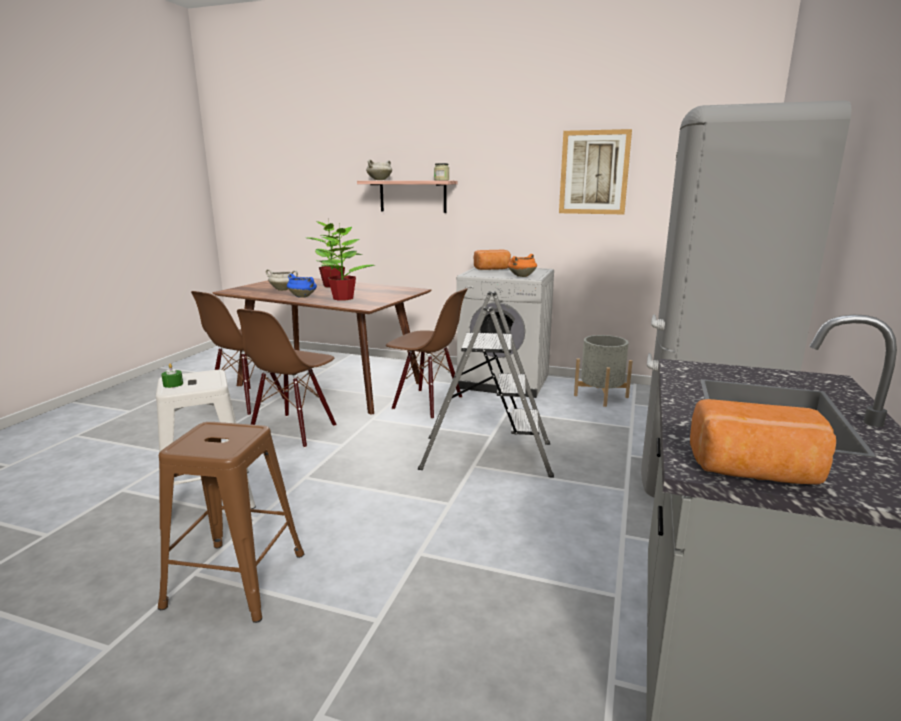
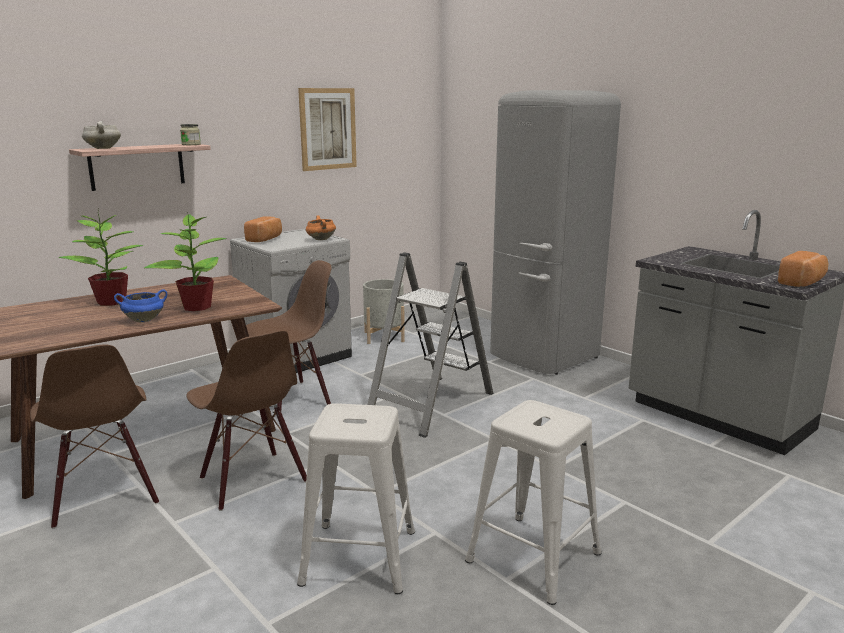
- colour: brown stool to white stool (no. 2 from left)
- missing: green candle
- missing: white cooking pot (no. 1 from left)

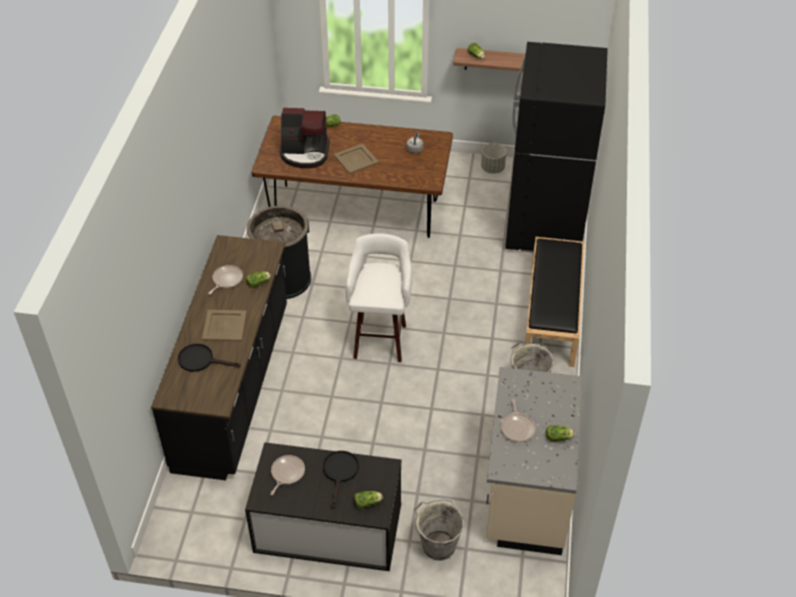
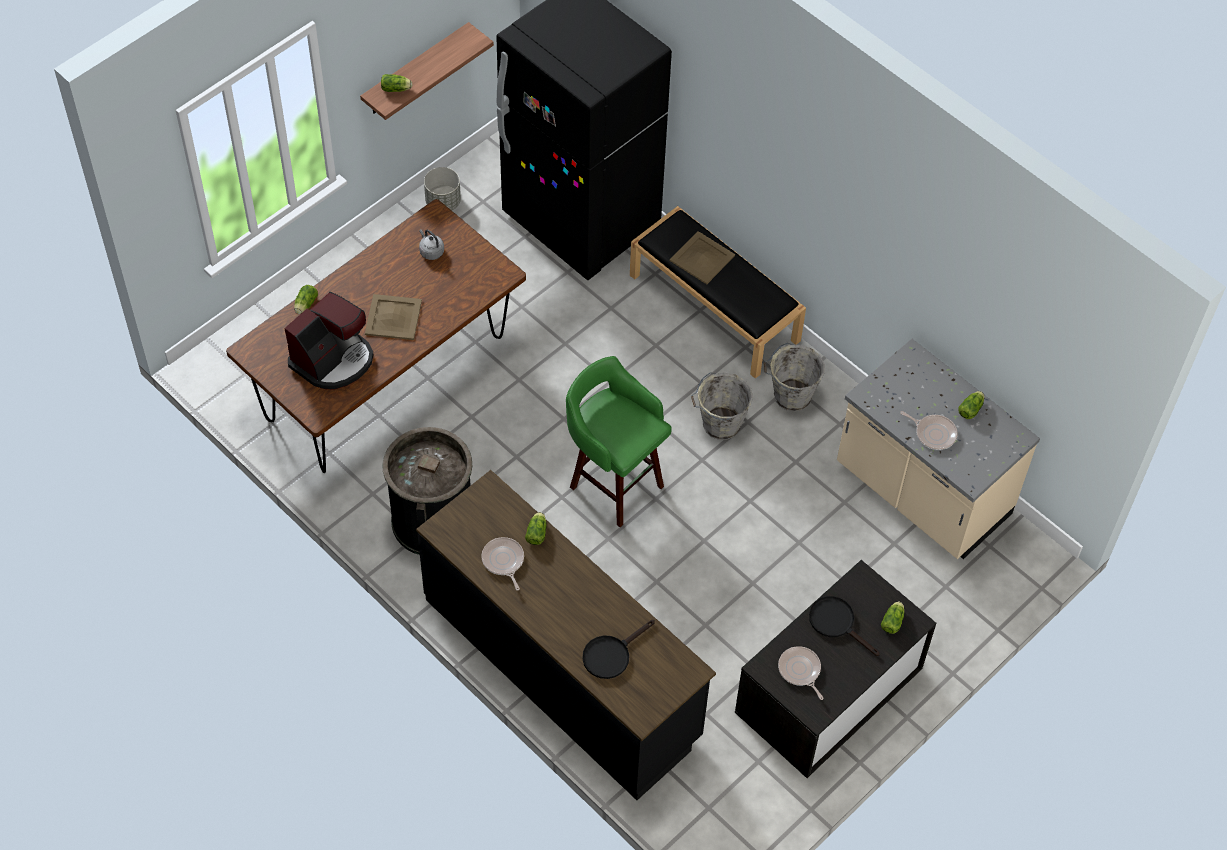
- colour: white stool to green stool
- relocated: beige tray (no. 1 from left in the first image) to beige tray (no. 2 from left)
- relocated: grey bucket (no. 1 from left)

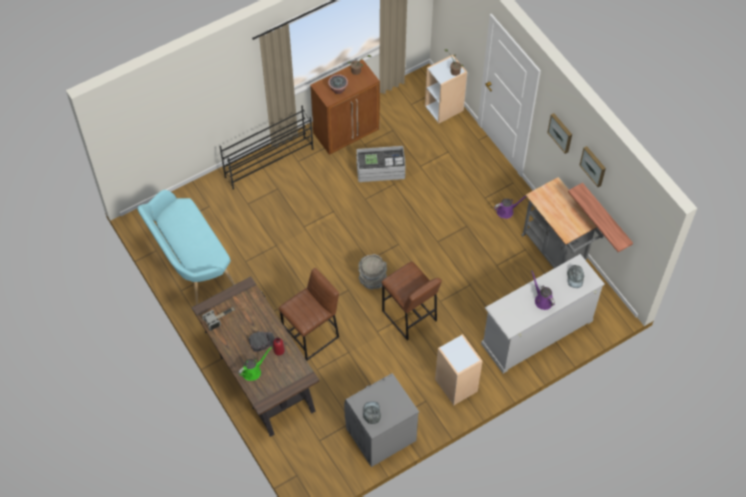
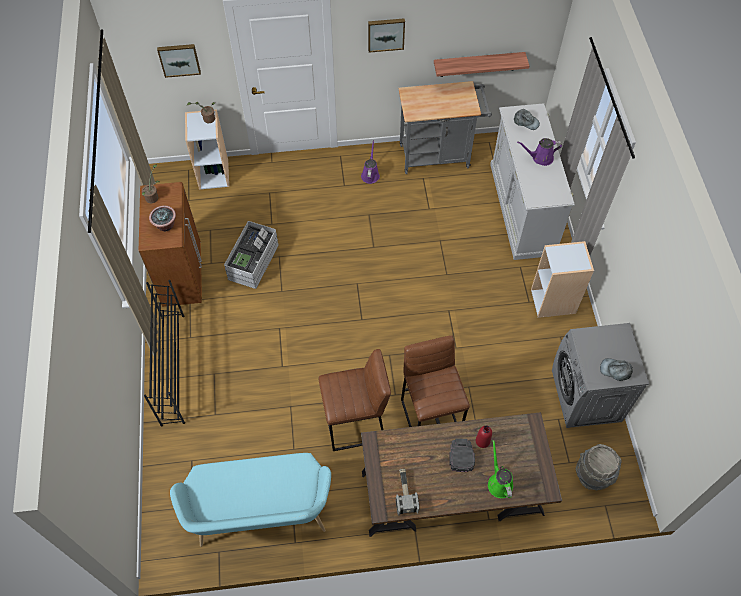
- relocated: picture (no. 2 from left in the first image) to picture (no. 1 from left)
- relocated: brown stool (no. 2 from left in the first image) to brown stool (no. 1 from left)
- relocated: grey bucket

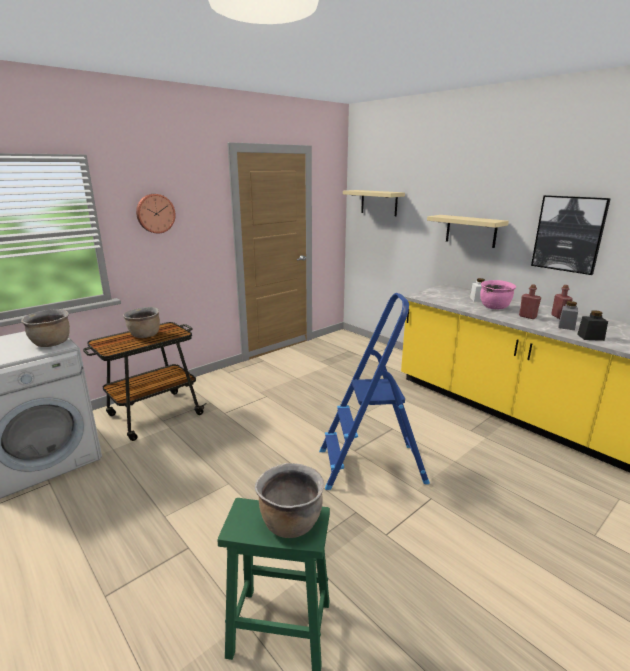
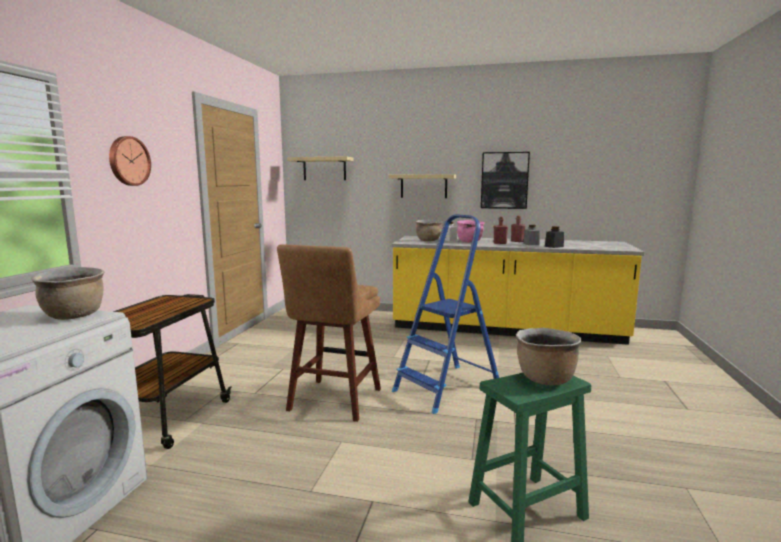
- appeared: brown stool
- relocated: brown cooking pot (no. 2 from left)

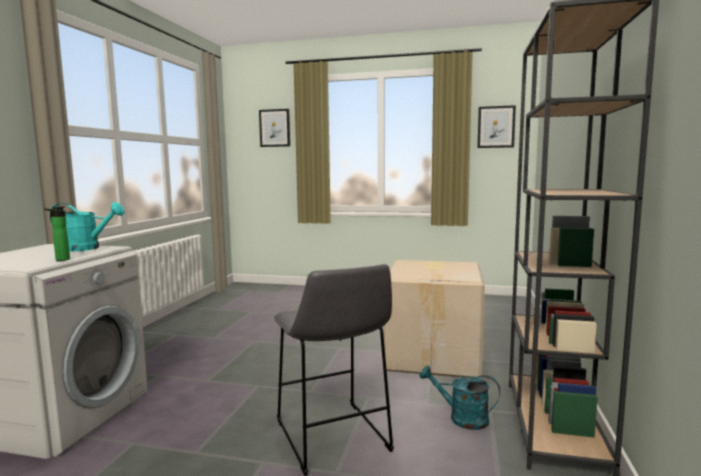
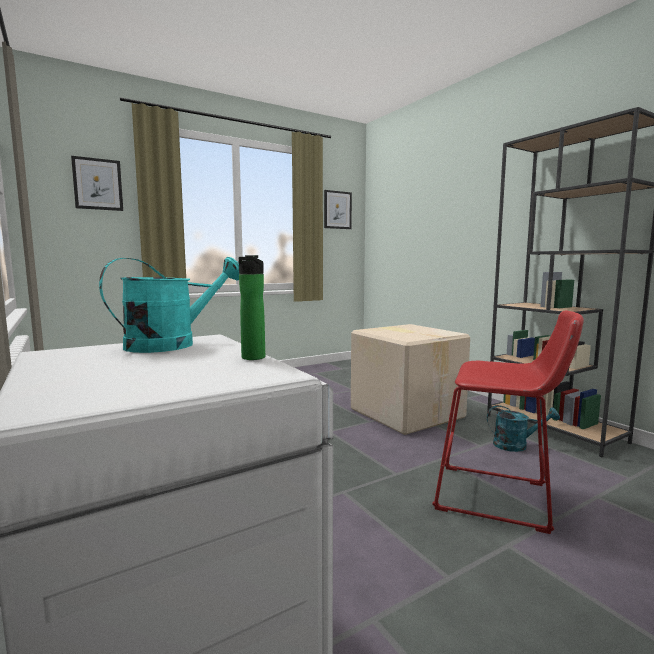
- colour: grey stool to red stool
- spun: turquoise watering can (no. 2 from left) 150 degrees counterclockwise

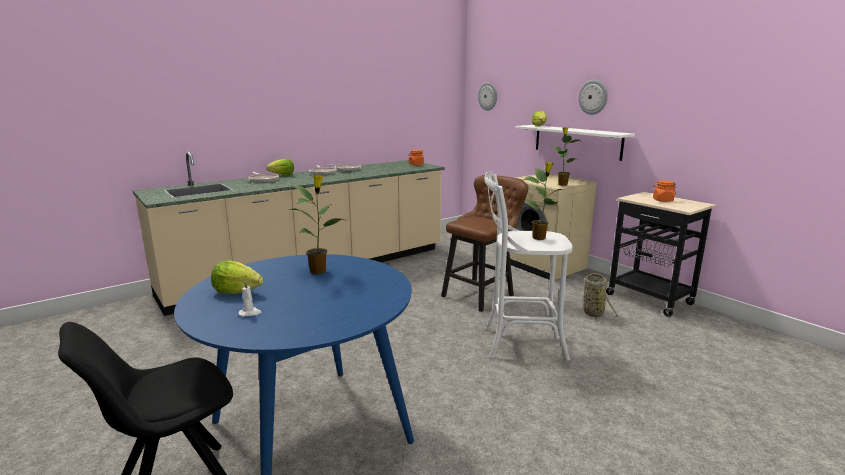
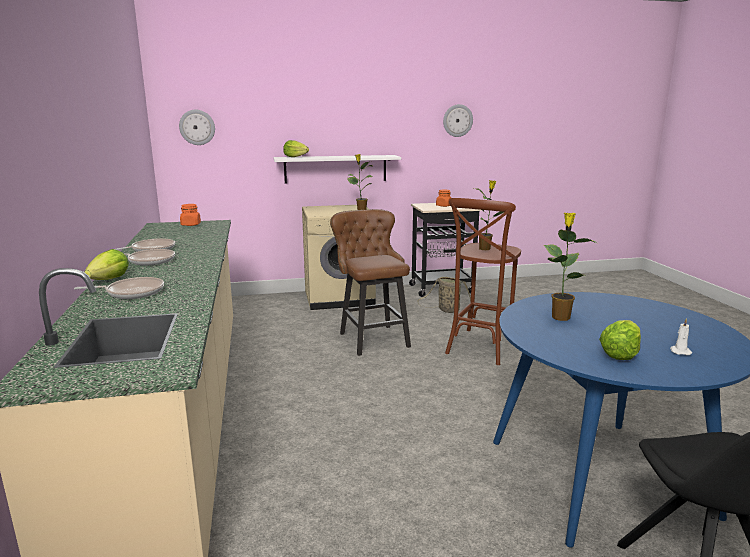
- relocated: wall clock (no. 2 from left)
- colour: white stool to brown stool (no. 2 from left)

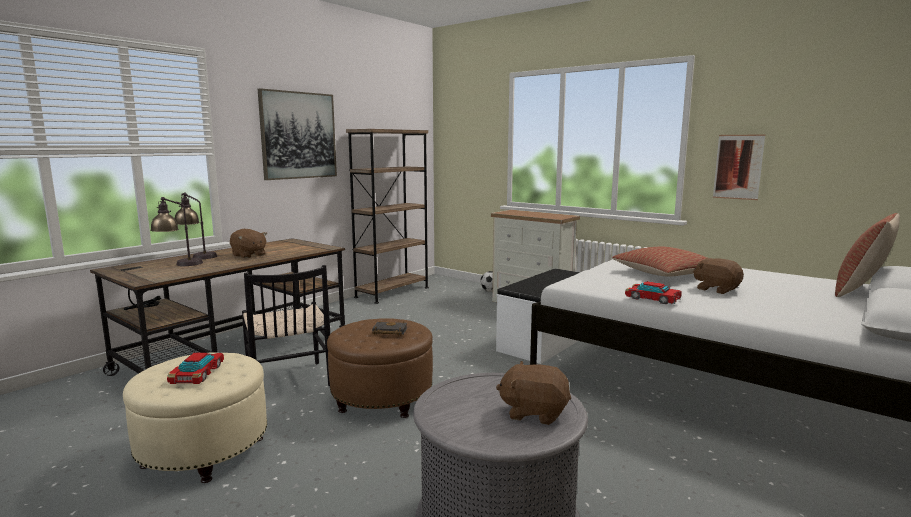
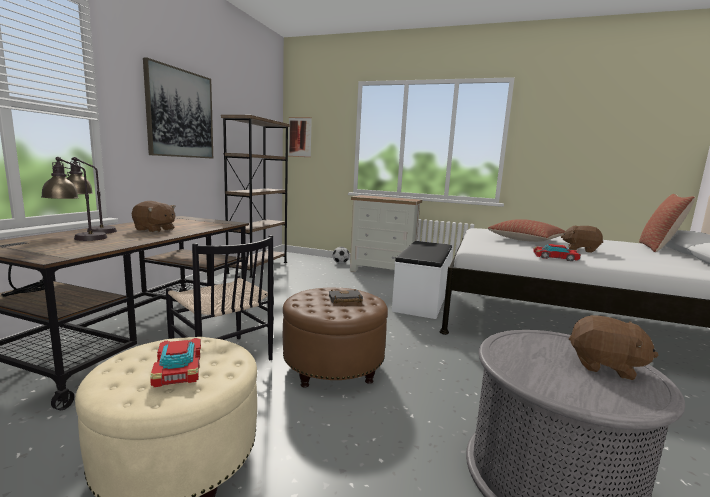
- relocated: picture (no. 2 from left)
- spun: brown plush toy (no. 2 from left in the first image) 150 degrees counterclockwise

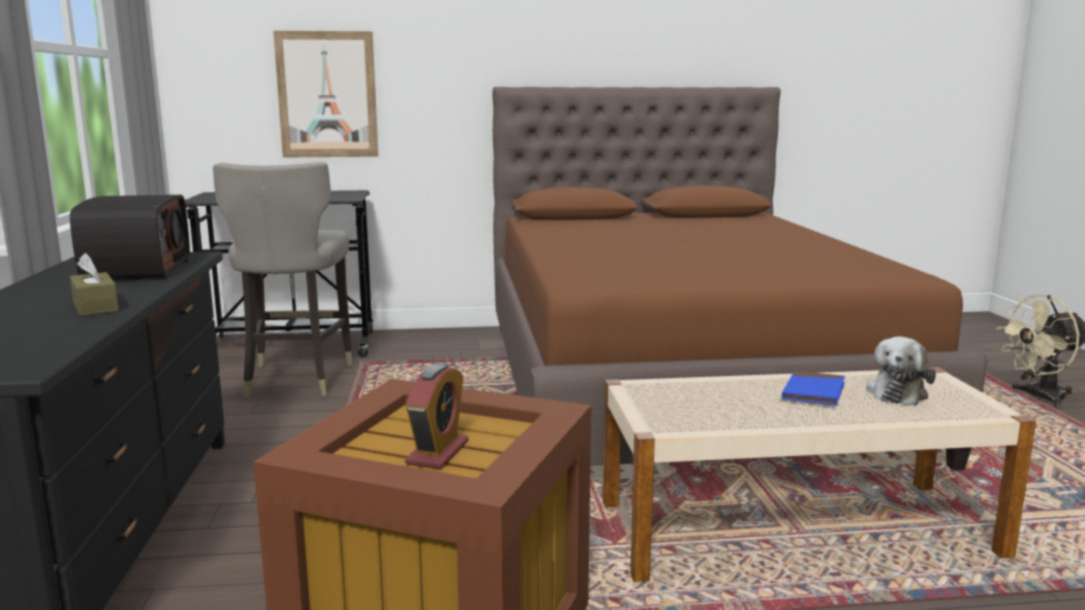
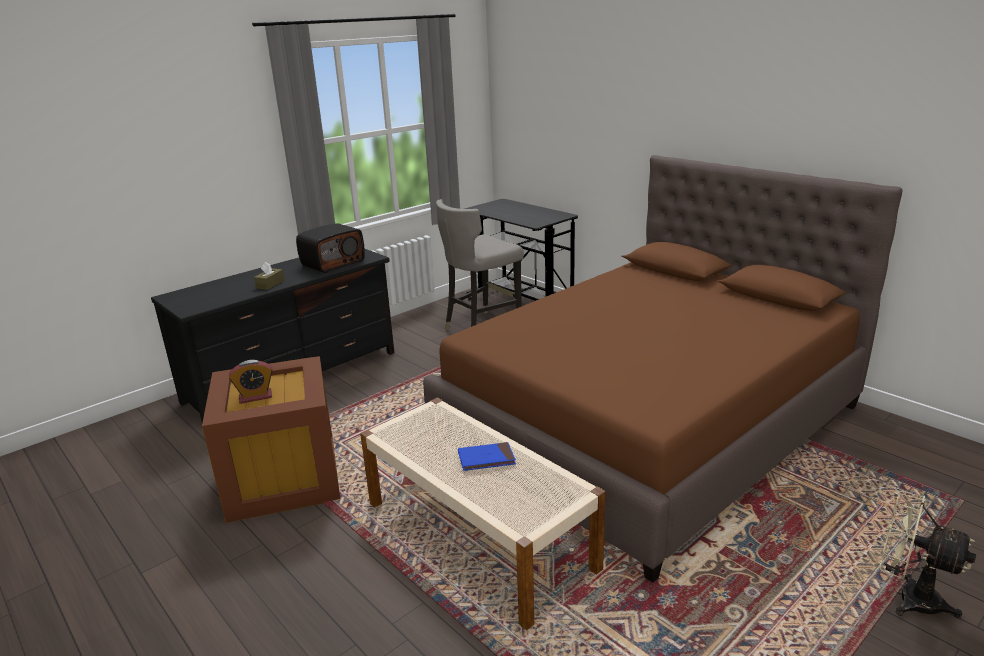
- missing: picture
- missing: plush toy

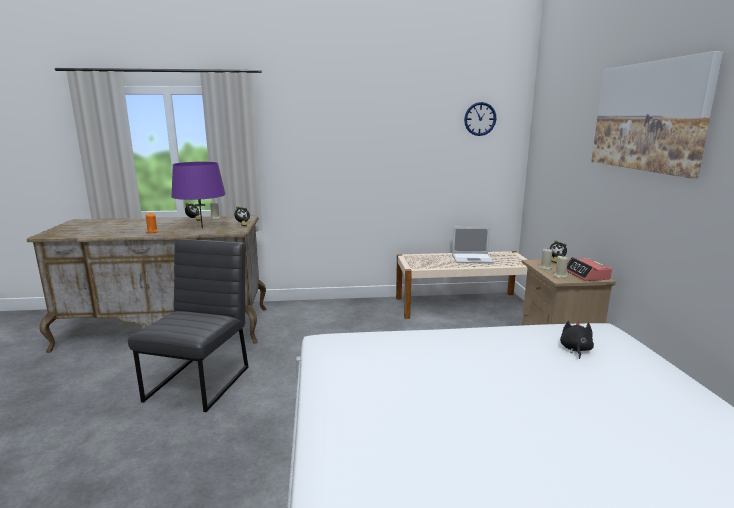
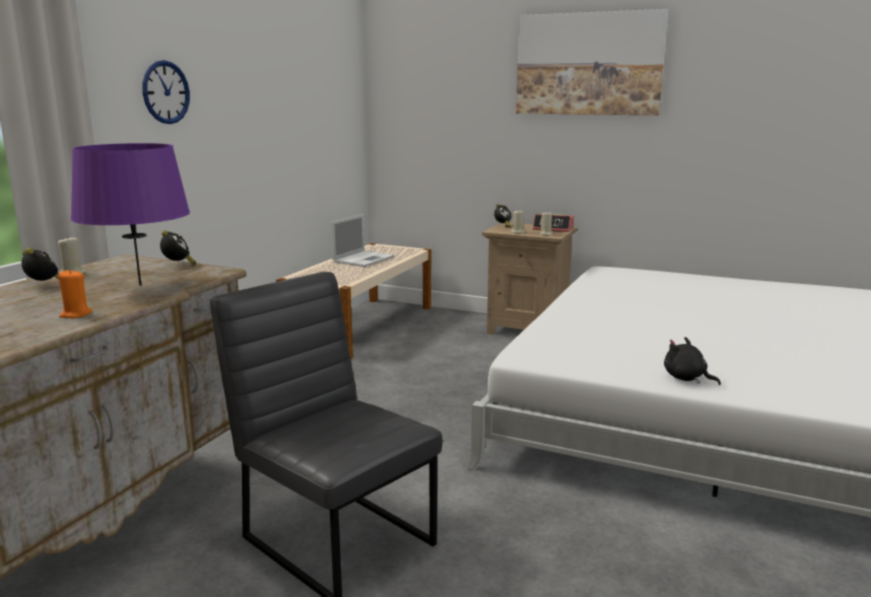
- relocated: wall clock
- relocated: black plush toy

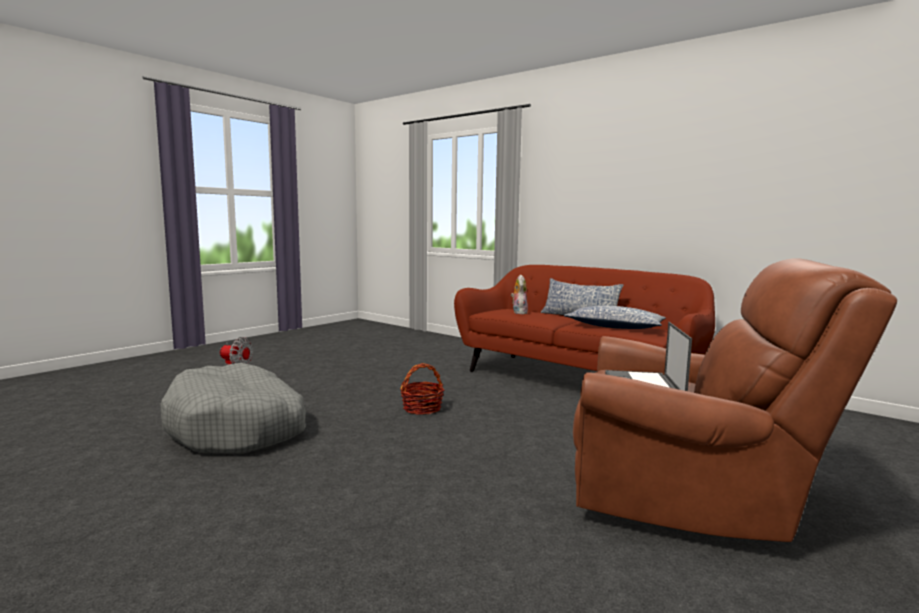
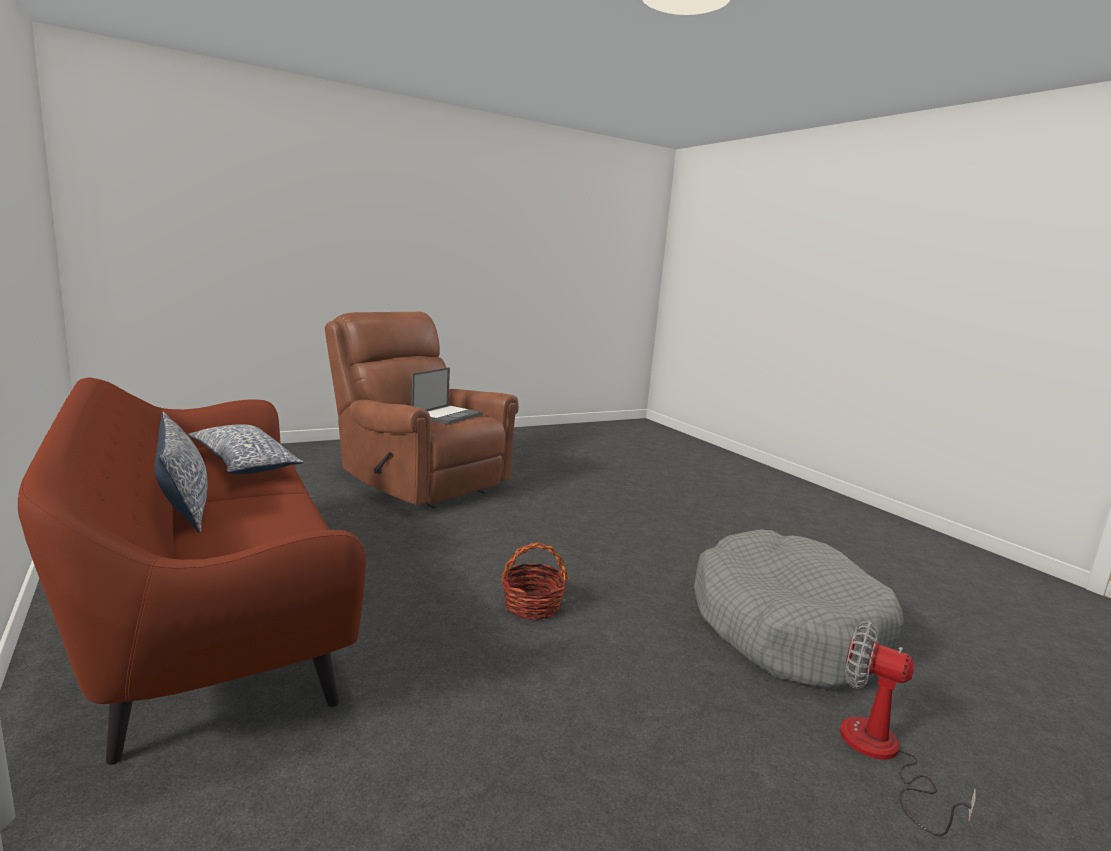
- missing: plush toy

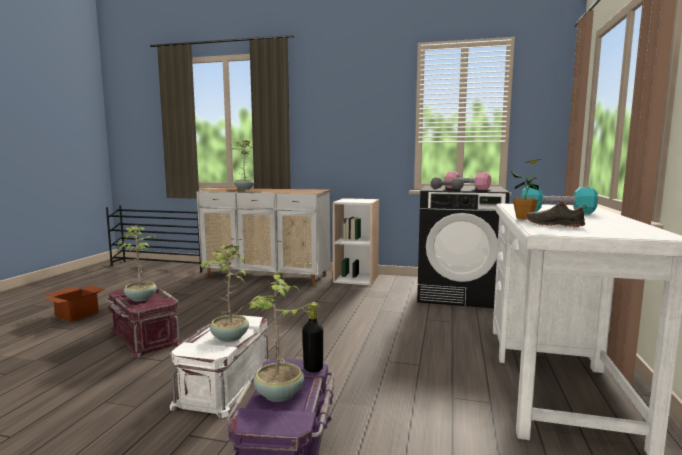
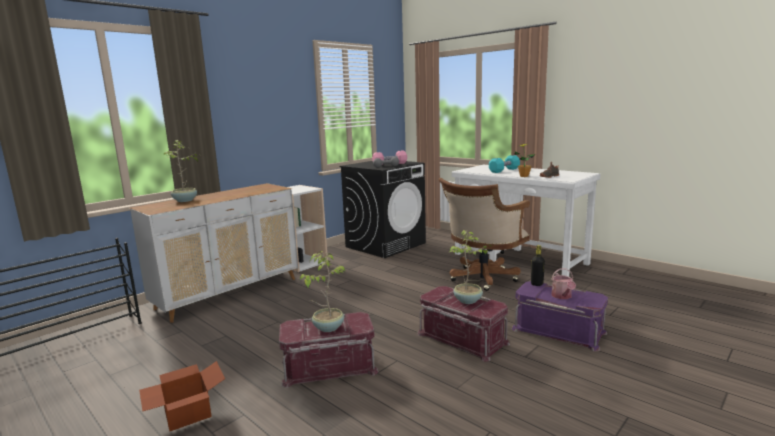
- colour: white storage box to red storage box (no. 2 from left)
- appeared: office chair
- exchanged: potted plant (no. 4 from left) to watering can

